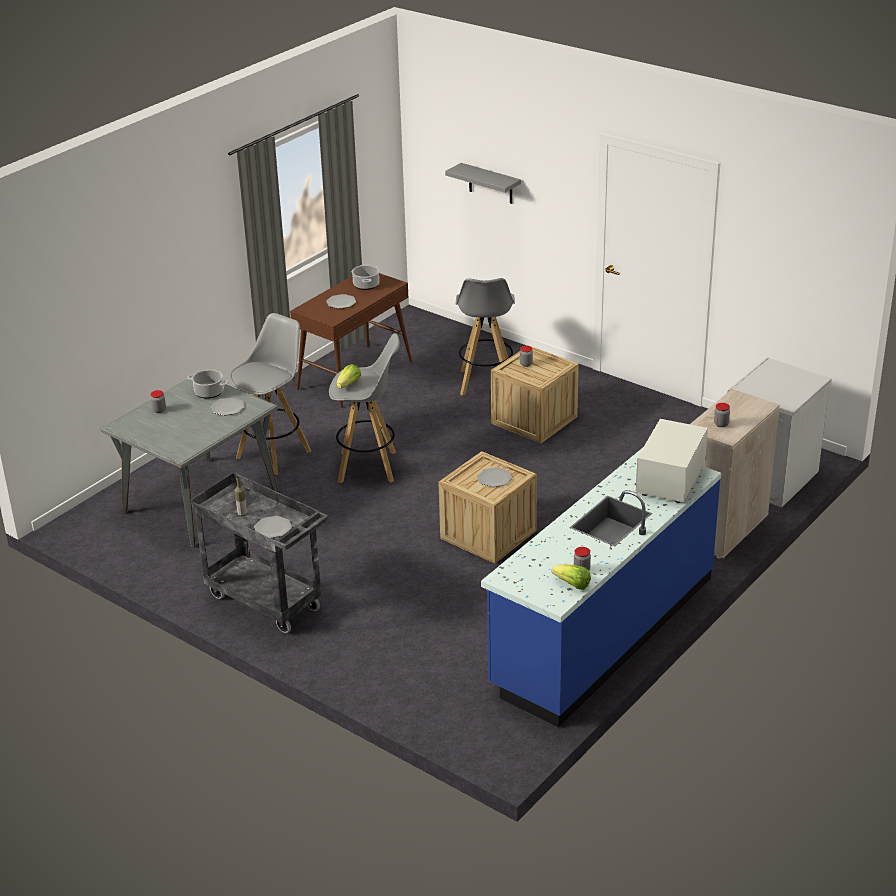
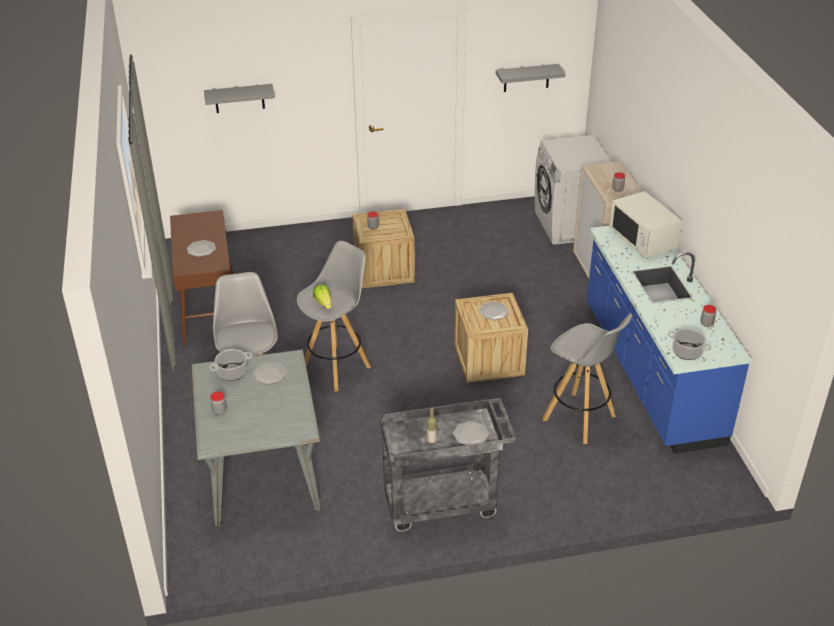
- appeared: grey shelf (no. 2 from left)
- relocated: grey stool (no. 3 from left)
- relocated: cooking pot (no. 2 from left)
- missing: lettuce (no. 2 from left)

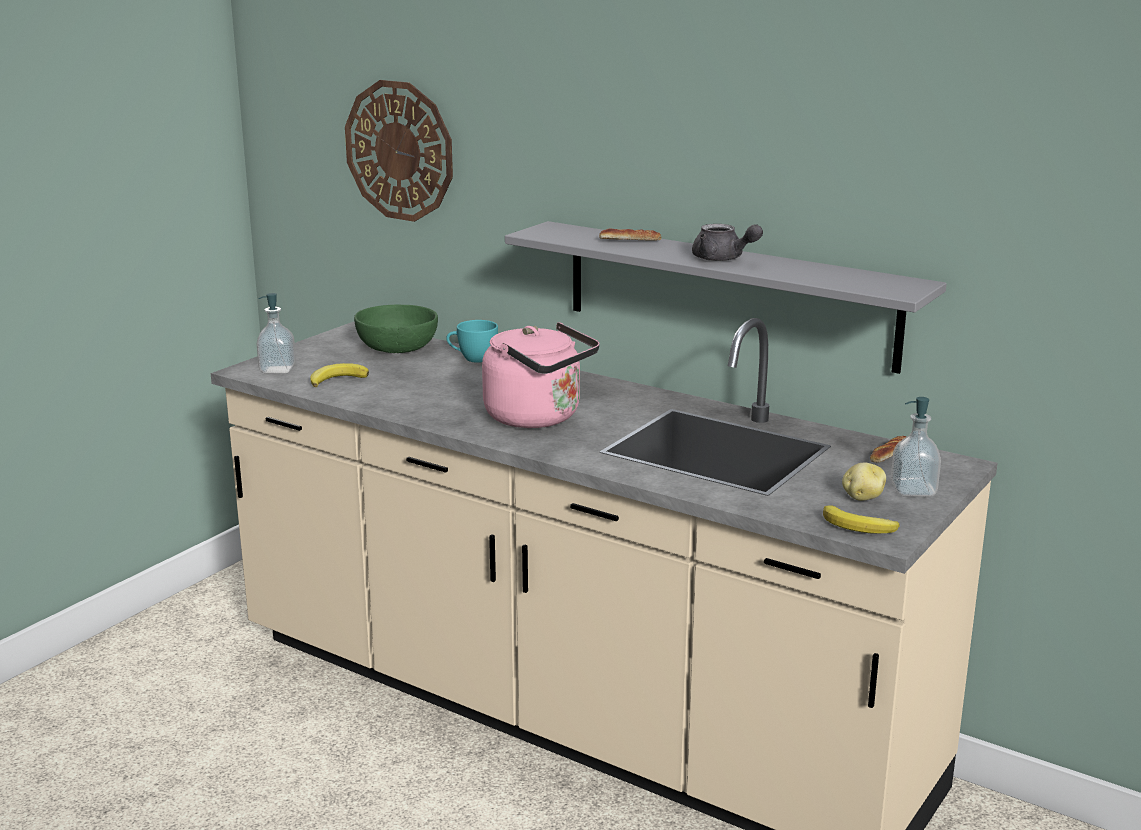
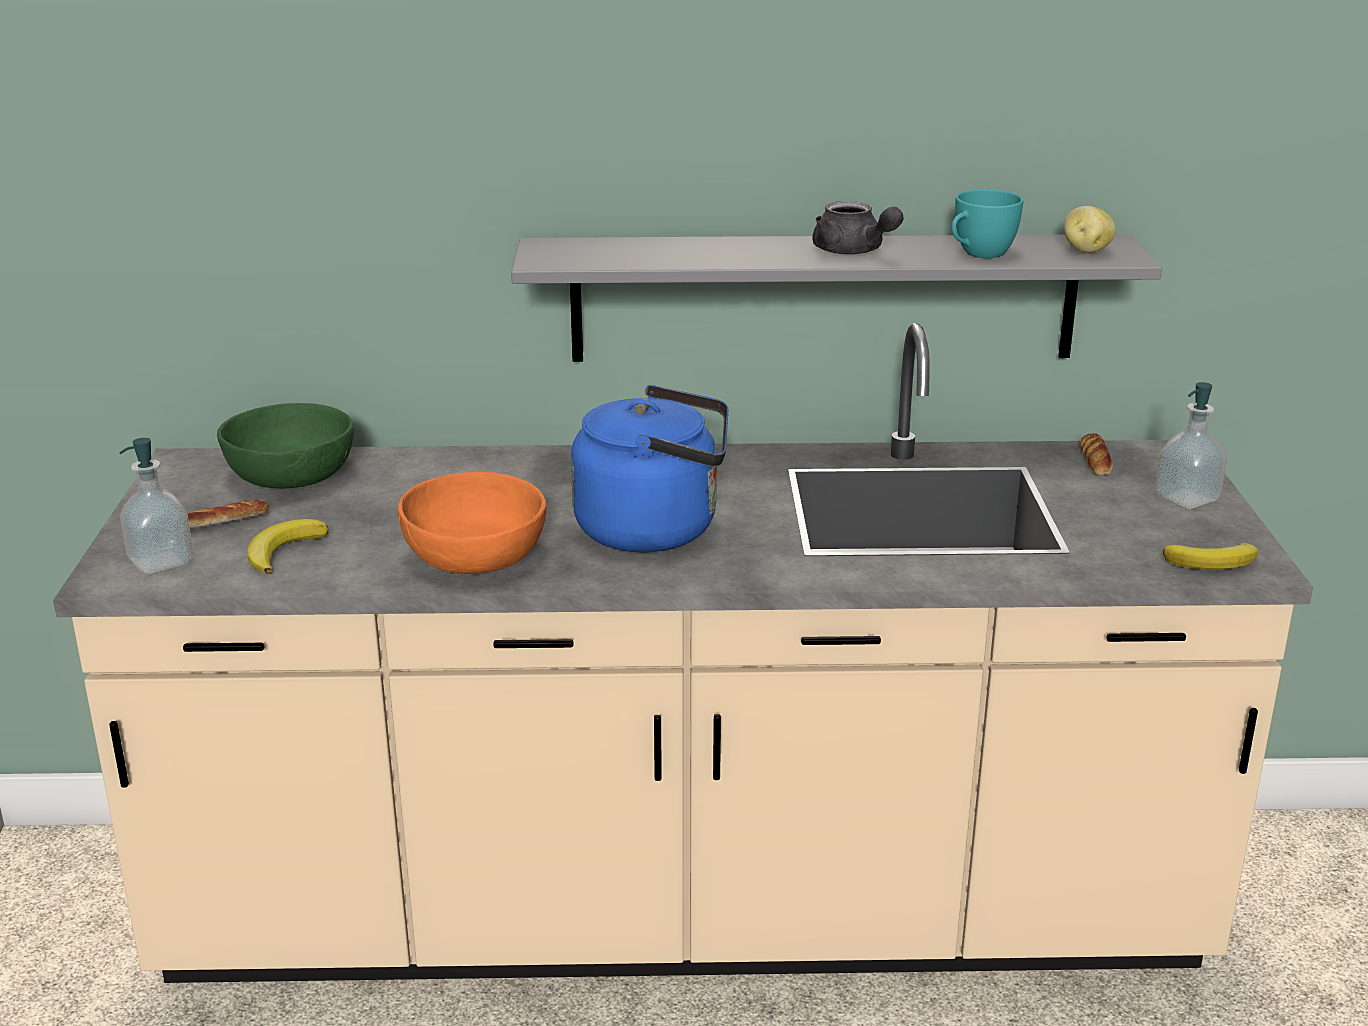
- relocated: bread (no. 1 from left)
- appeared: orange bowl
- colour: pink kettle to blue kettle
- spun: grey teapot 45 degrees clockwise
- relocated: turquoise cup
- relocated: potato
- missing: wall clock

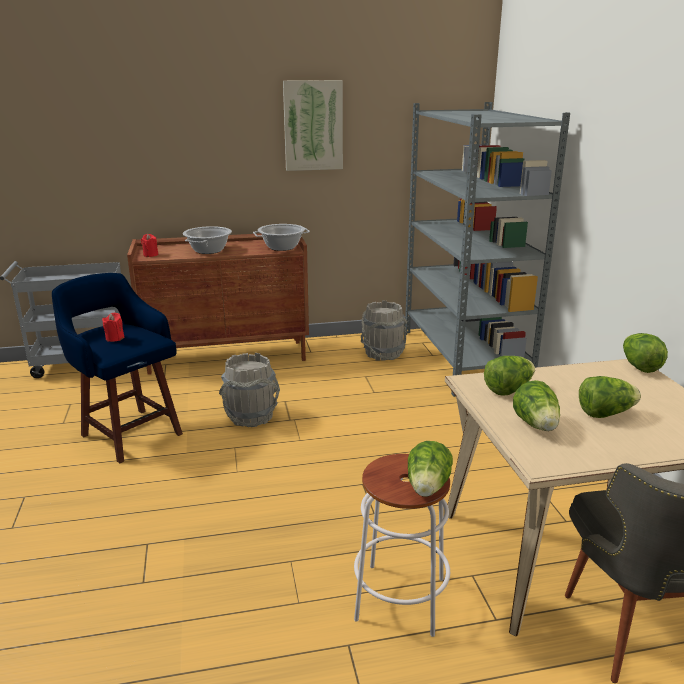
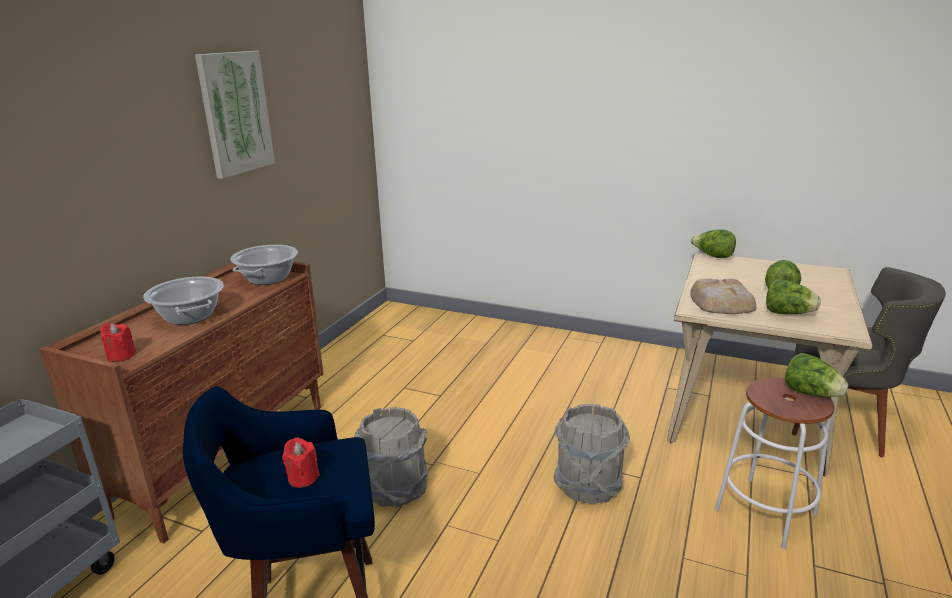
- relocated: grey bucket (no. 2 from left)
- exchanged: lettuce (no. 2 from left) to bread
- missing: grey bookcase

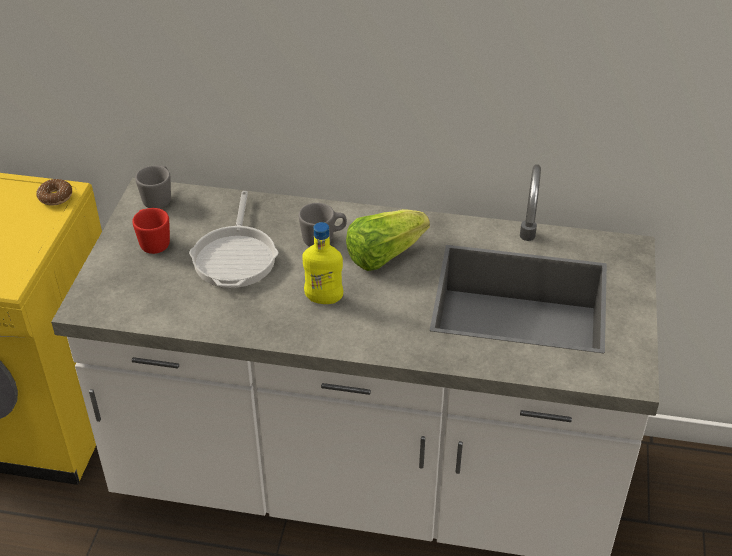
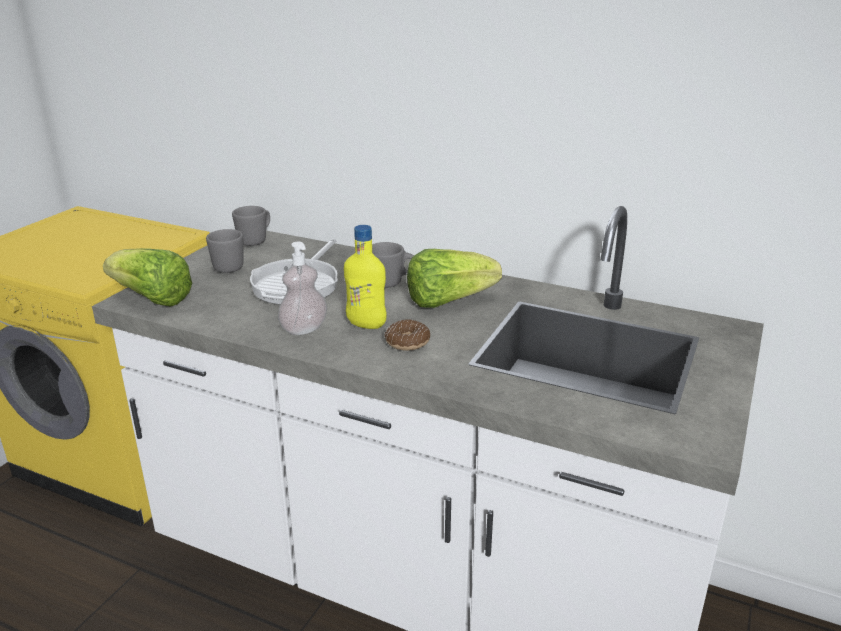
- appeared: lettuce (no. 1 from left)
- colour: red mug to grey mug (no. 1 from left)
- appeared: soap dispenser
- relocated: donut

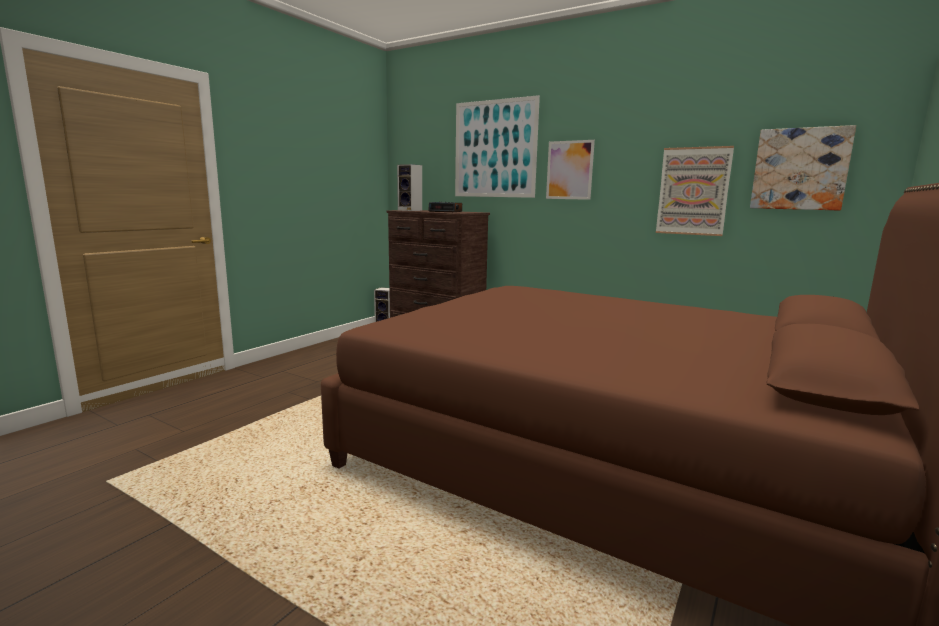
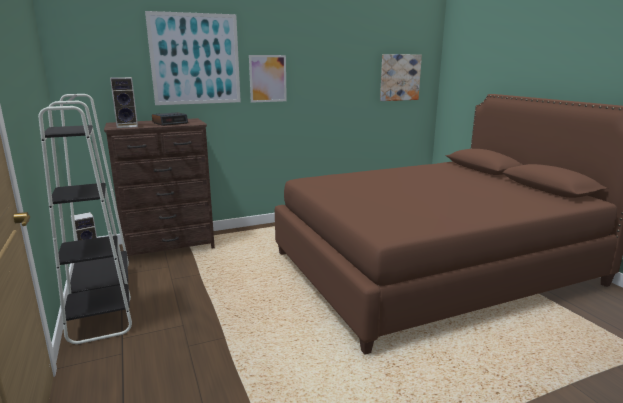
- appeared: black clothes rack
- missing: picture (no. 3 from left)

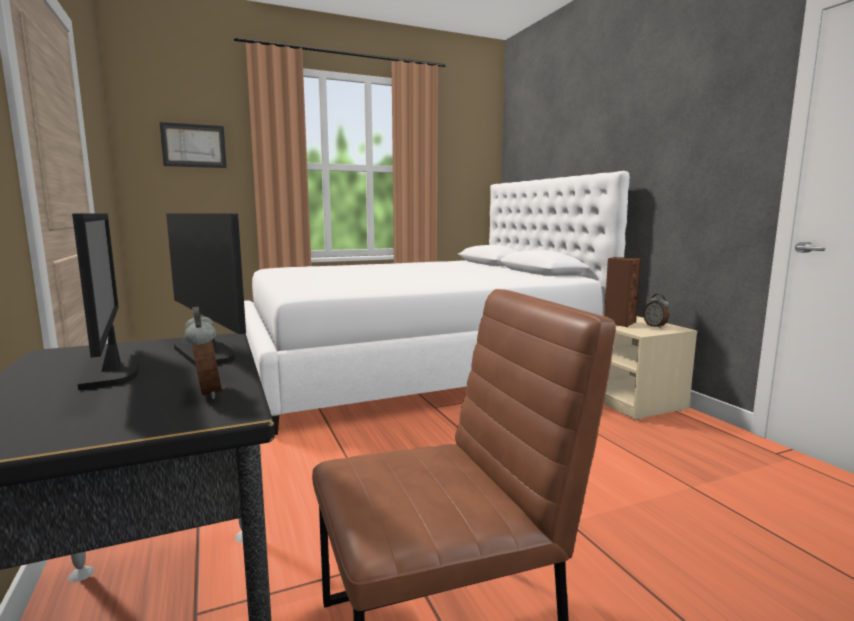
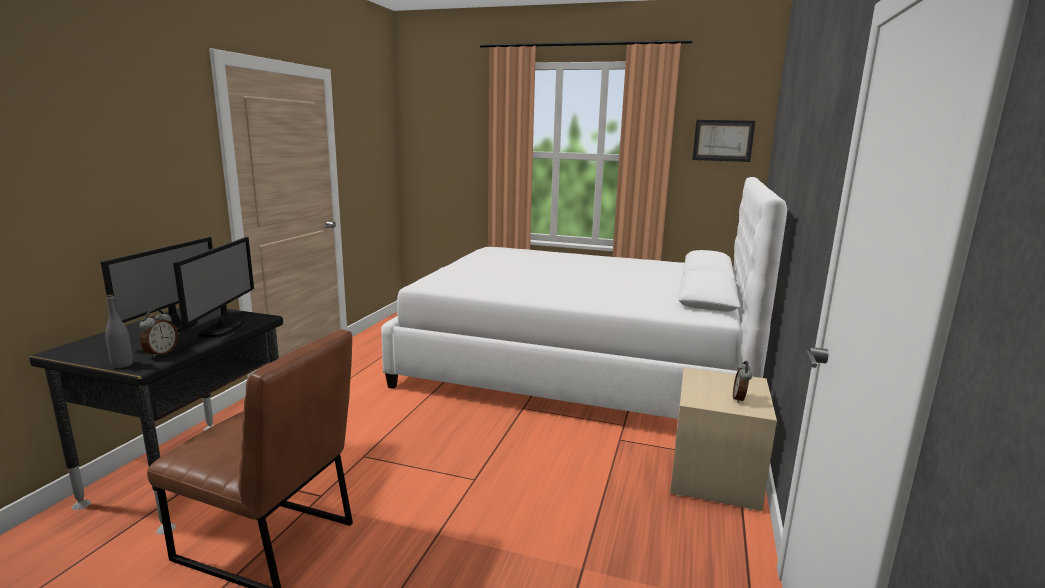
- appeared: grey bottle
- relocated: picture
- missing: brown speaker

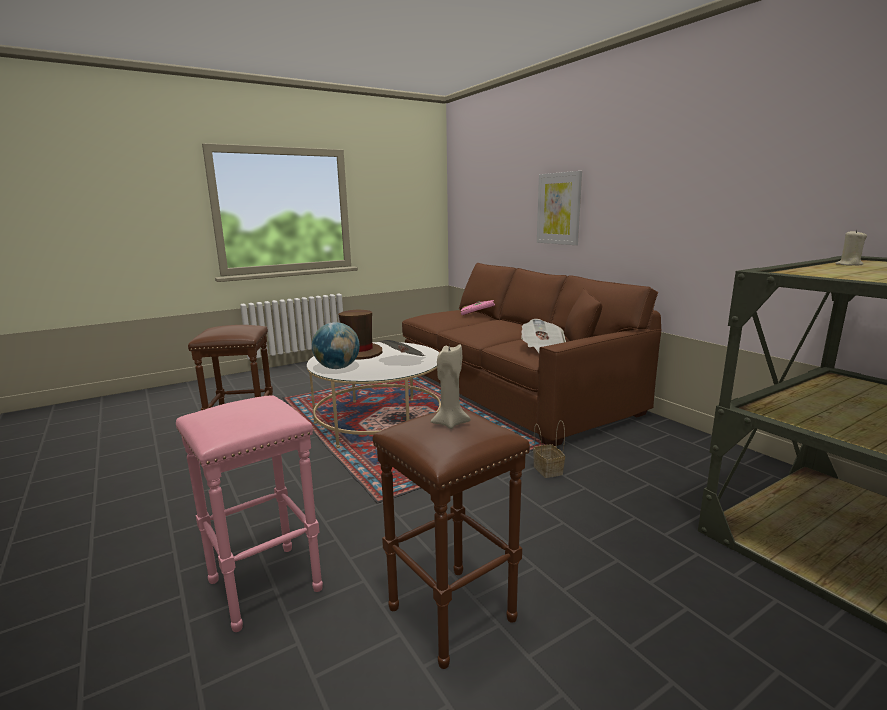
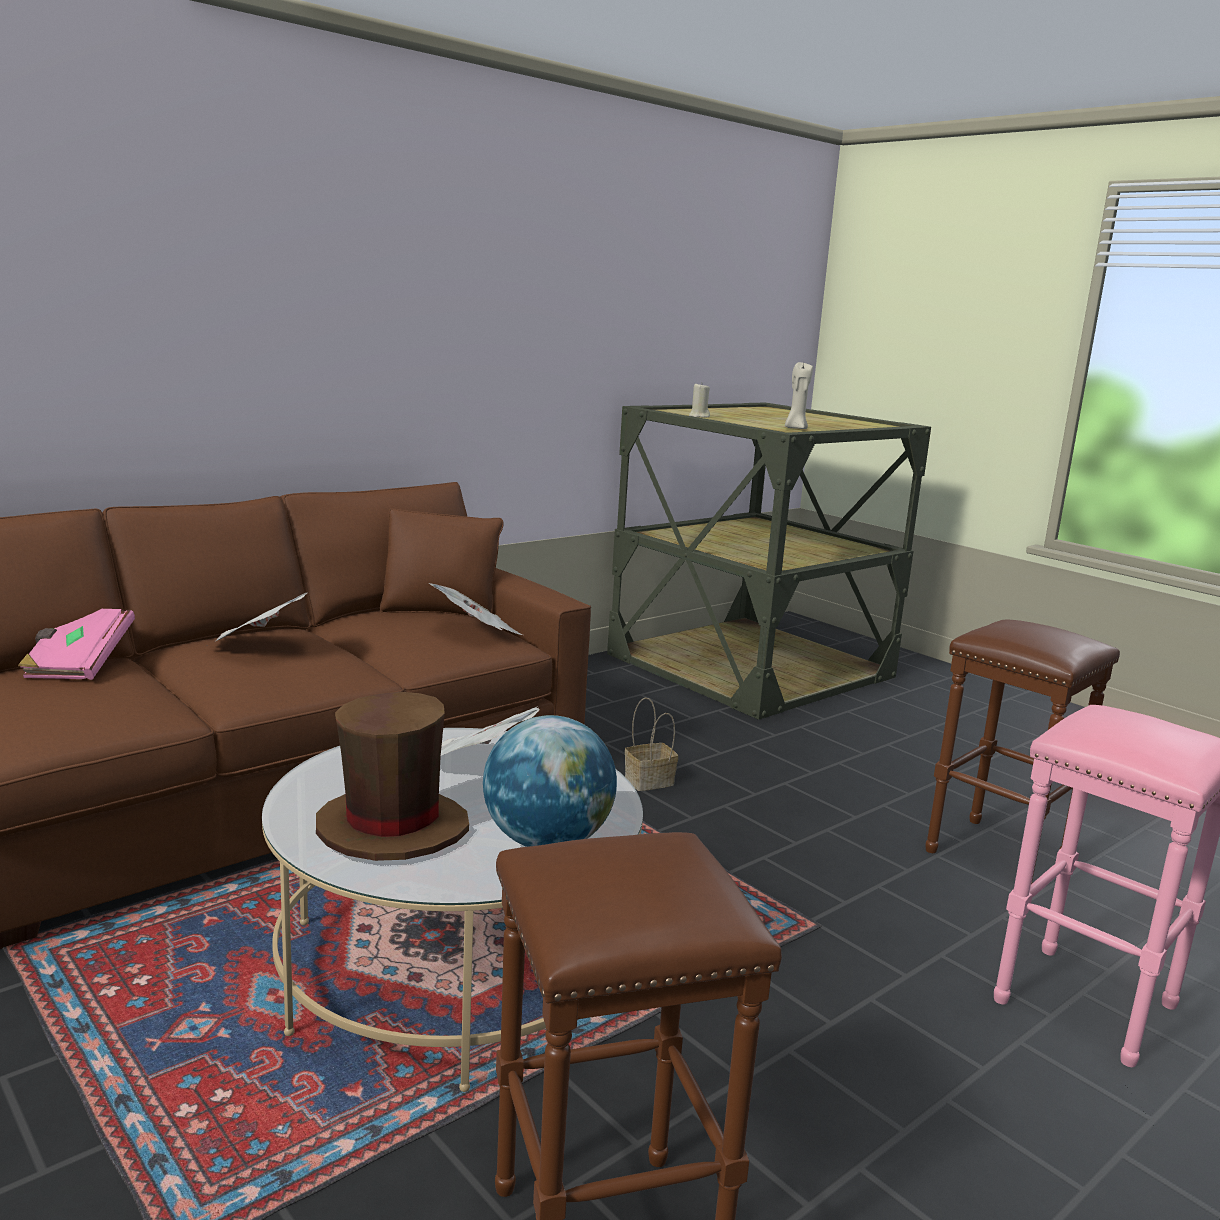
- appeared: newspaper (no. 1 from left)
- relocated: beige candle (no. 1 from left in the first image) to beige candle (no. 2 from left)
- missing: picture

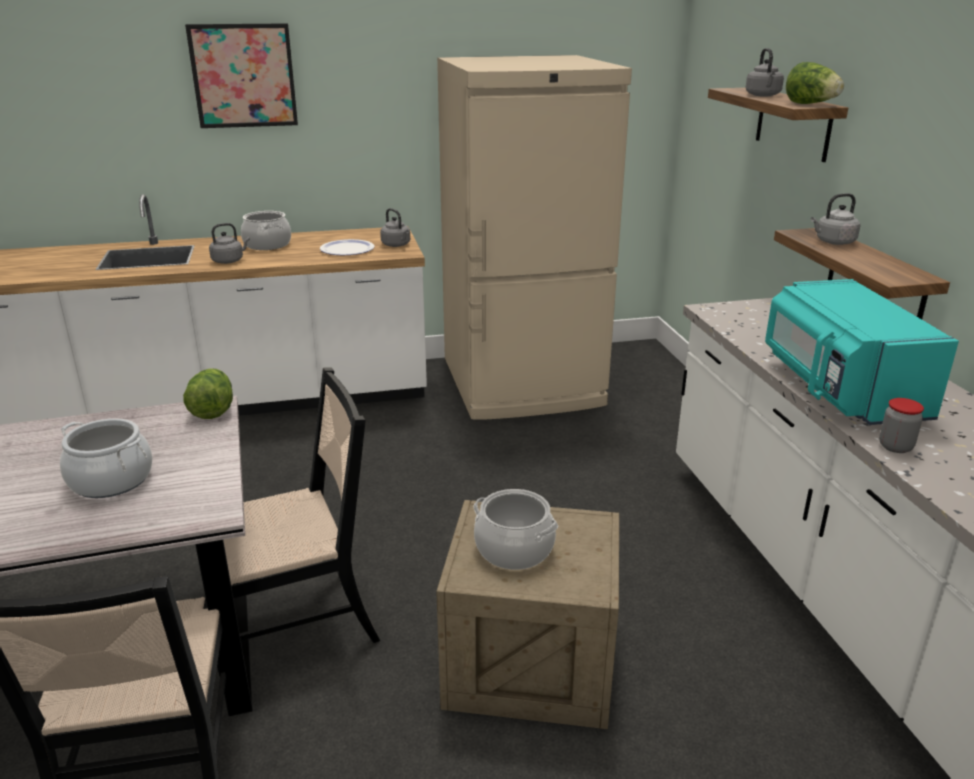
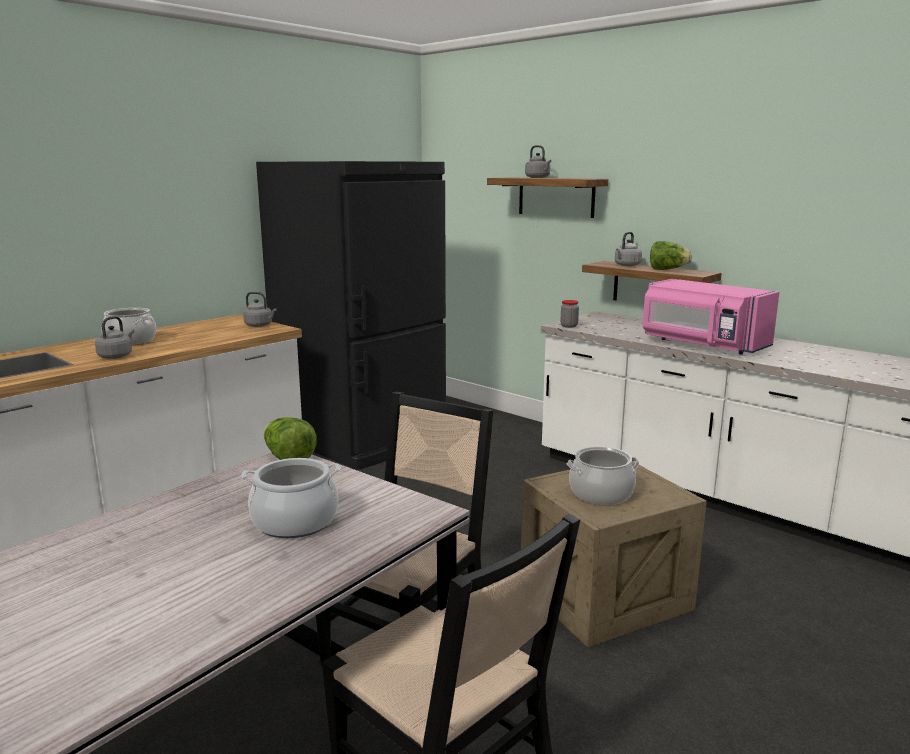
- colour: beige fridge to black fridge
- relocated: jar
- colour: turquoise microwave to pink microwave
- relocated: lettuce (no. 2 from left)
- missing: picture
- missing: plate

